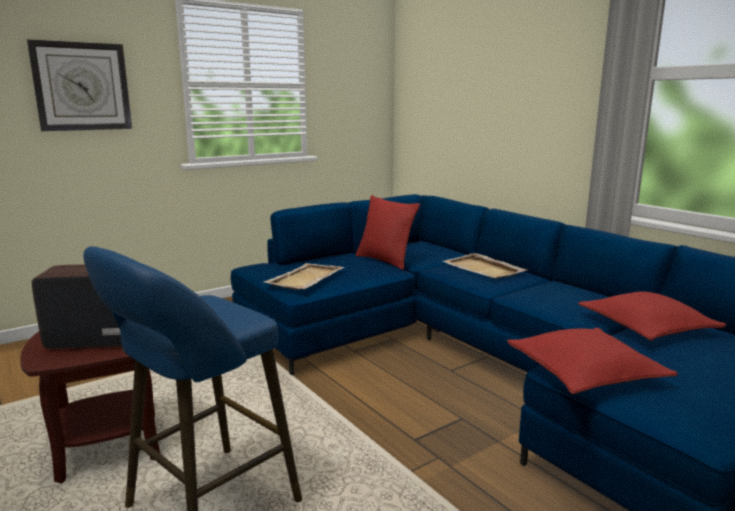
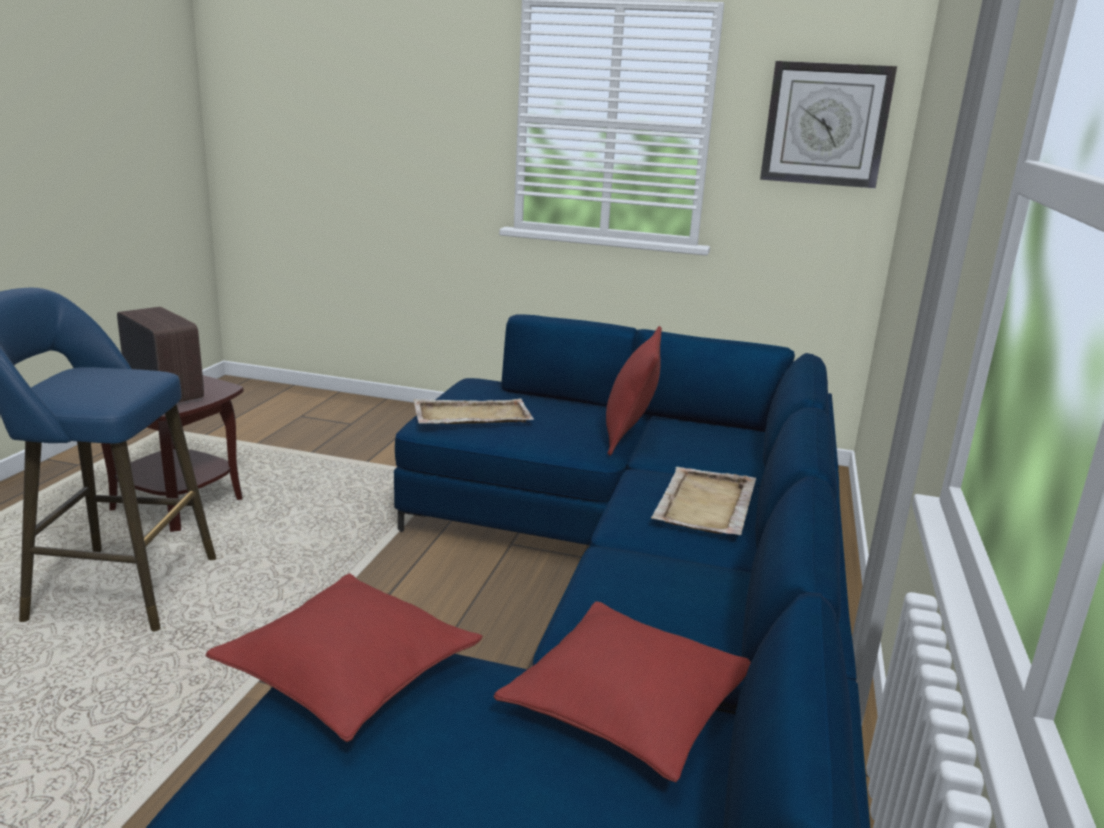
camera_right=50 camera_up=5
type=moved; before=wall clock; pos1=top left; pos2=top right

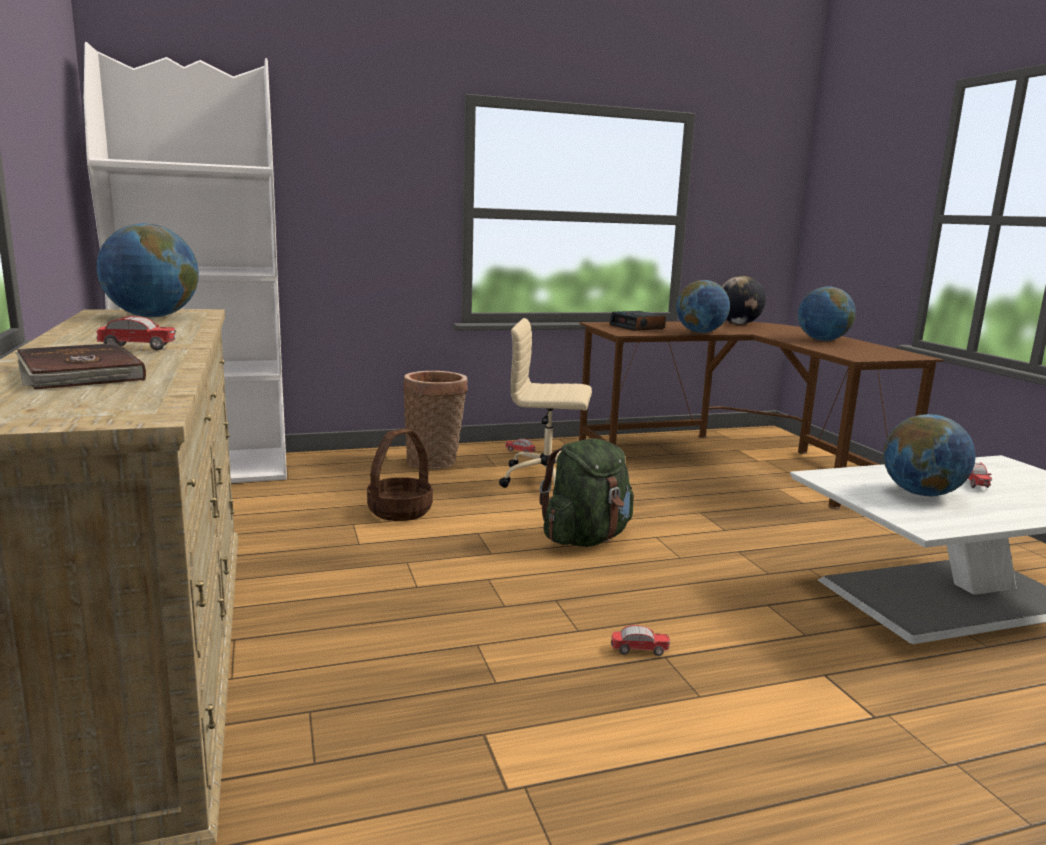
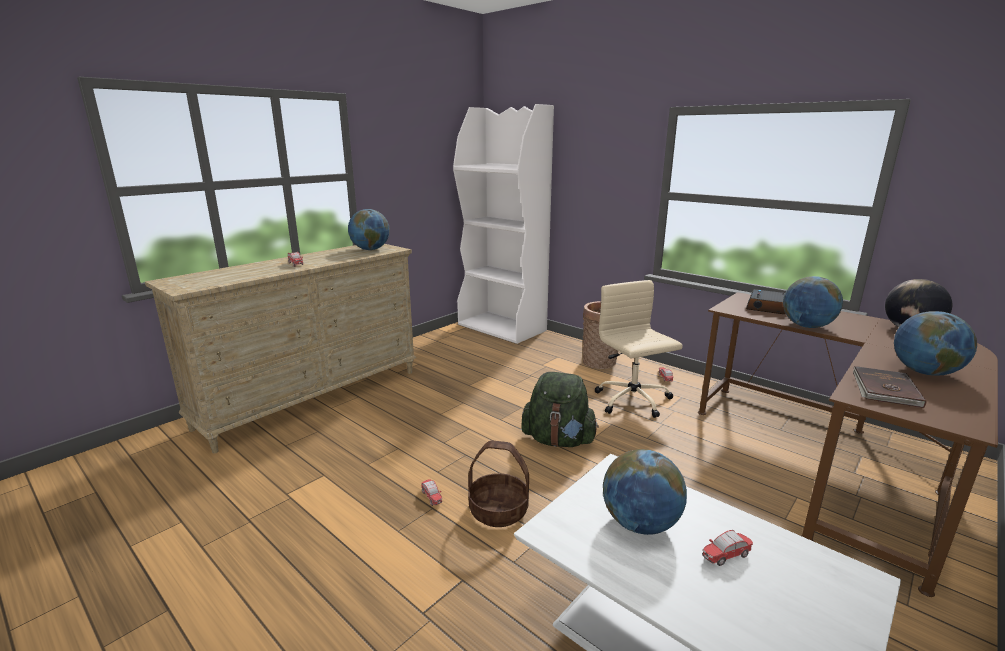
camera_right=60 camera_up=5
type=moved; before=brown book; pos1=middle left; pos2=middle right
type=moved; before=basket (1st from left); pos1=centre; pos2=bottom centre

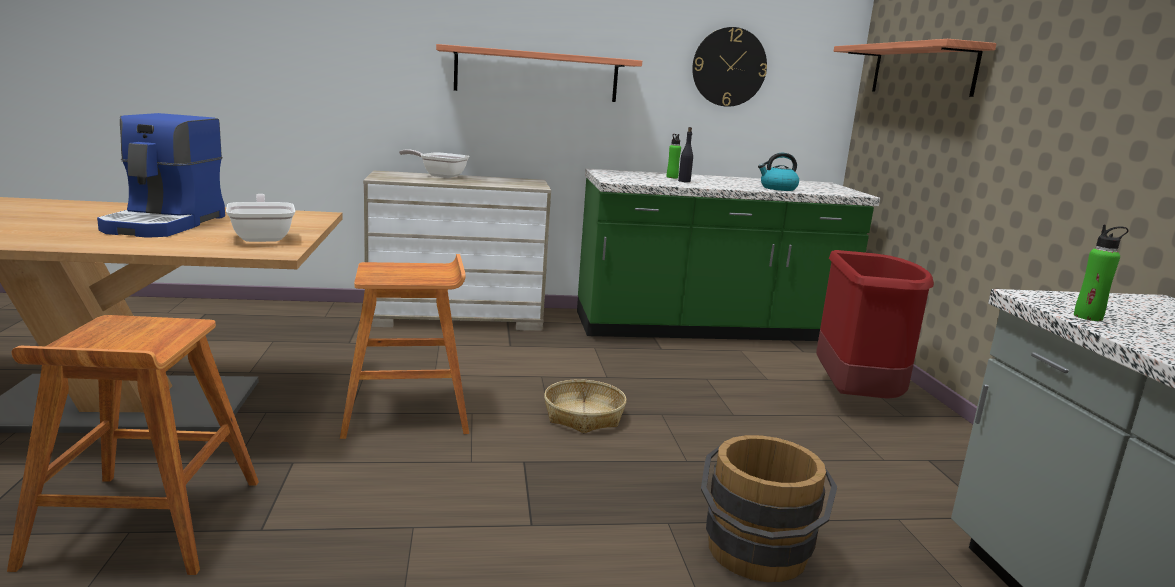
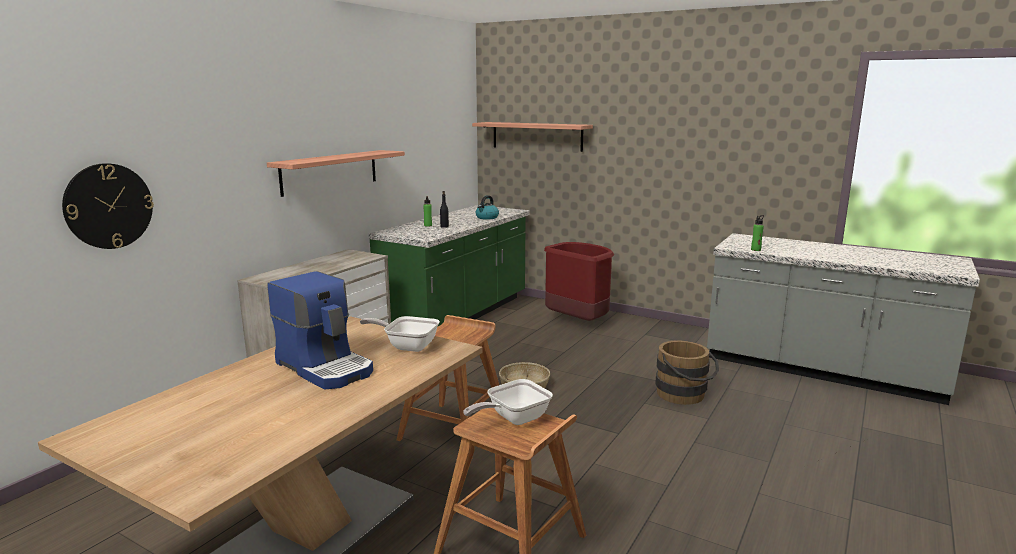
camera_right=-50 camera_up=0
type=moved; before=wall clock; pos1=top centre; pos2=middle left
type=moved; before=frying pan (2nd from left); pos1=top centre; pos2=bottom centre

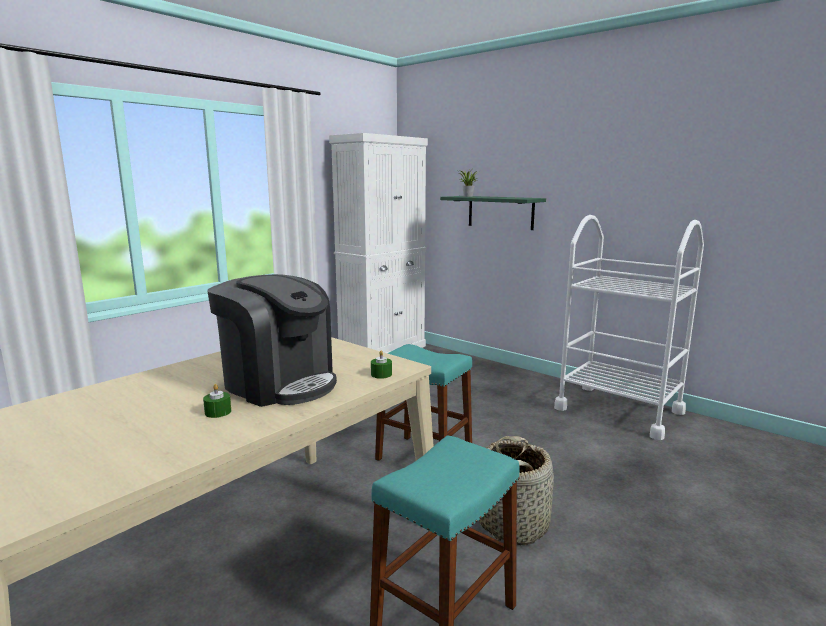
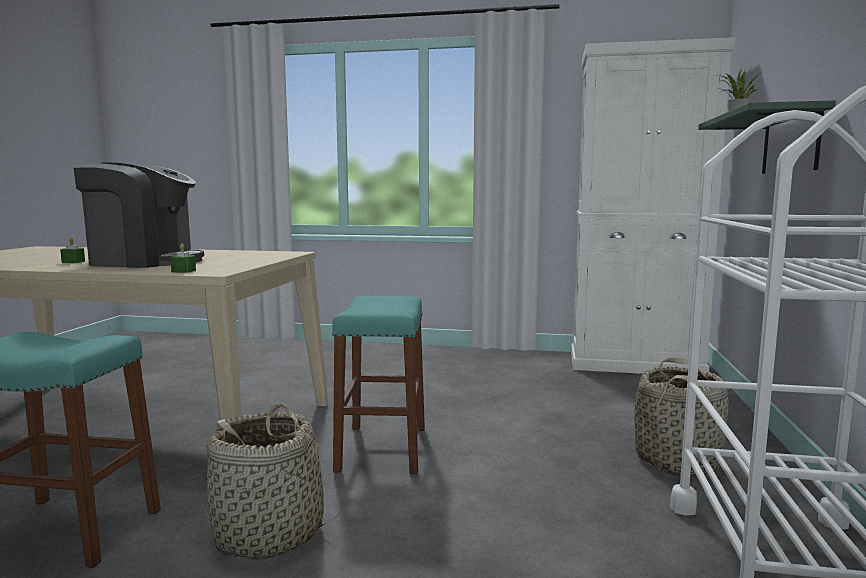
camera_right=60 camera_up=-5
type=turned; before=coffee machine; pos1=middle left; pos2=middle left; turn=-90
type=added; after=basket (2nd from left); pos2=bottom right

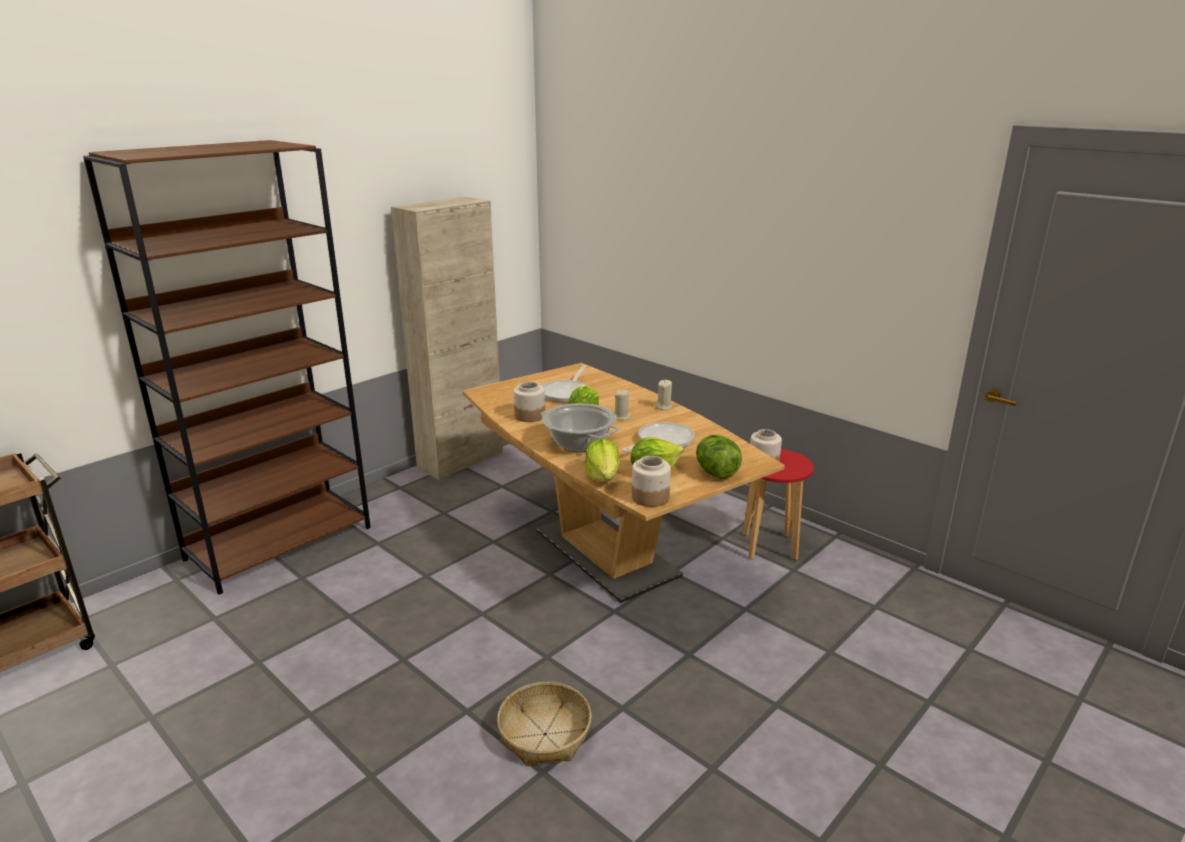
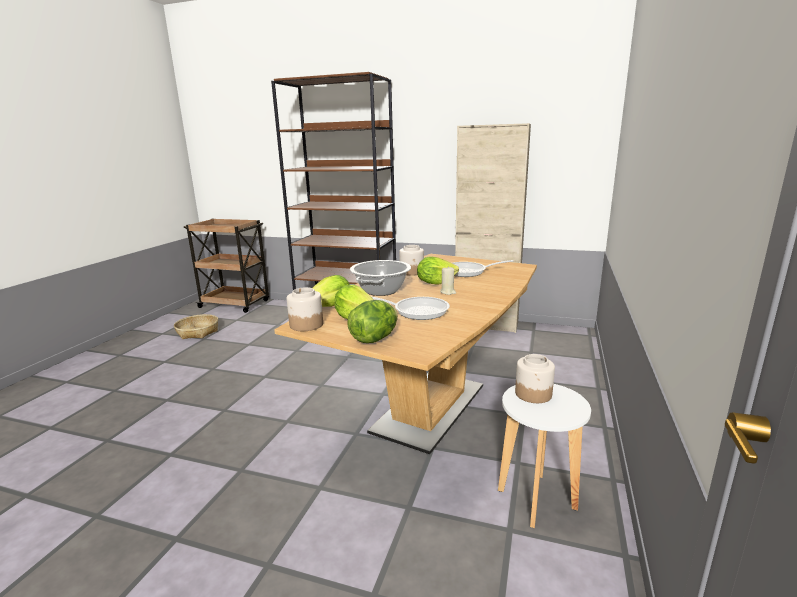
camera_right=65 camera_up=-5
type=removed; before=beige candle (2nd from left); pos1=centre
type=recoloured; before=red stool; after=white stool; pos1=centre; pos2=bottom right
type=moved; before=basket; pos1=bottom centre; pos2=middle left

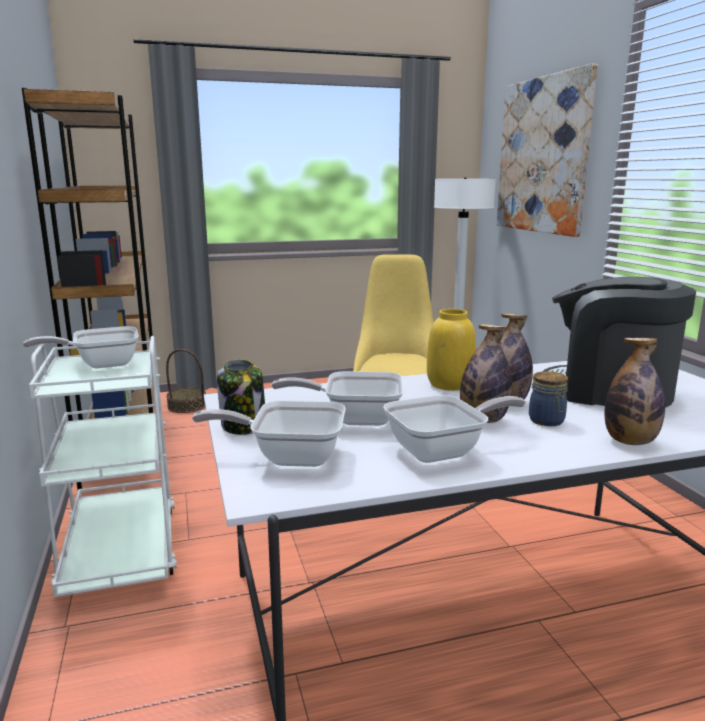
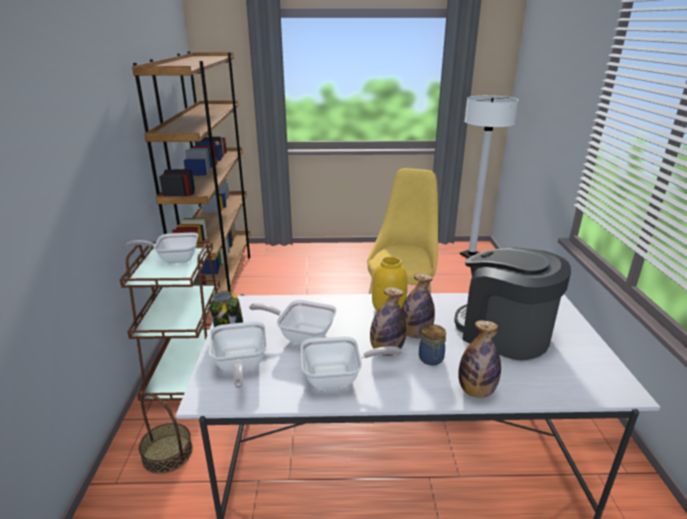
camera_right=15 camera_up=10
type=removed; before=picture; pos1=top right
type=recoloured; before=white cart; after=brown cart; pos1=middle left; pos2=middle left
type=moved; before=basket; pos1=middle left; pos2=bottom left
type=turned; before=frying pan (2nd from left); pos1=centre; pos2=bottom centre; turn=-120

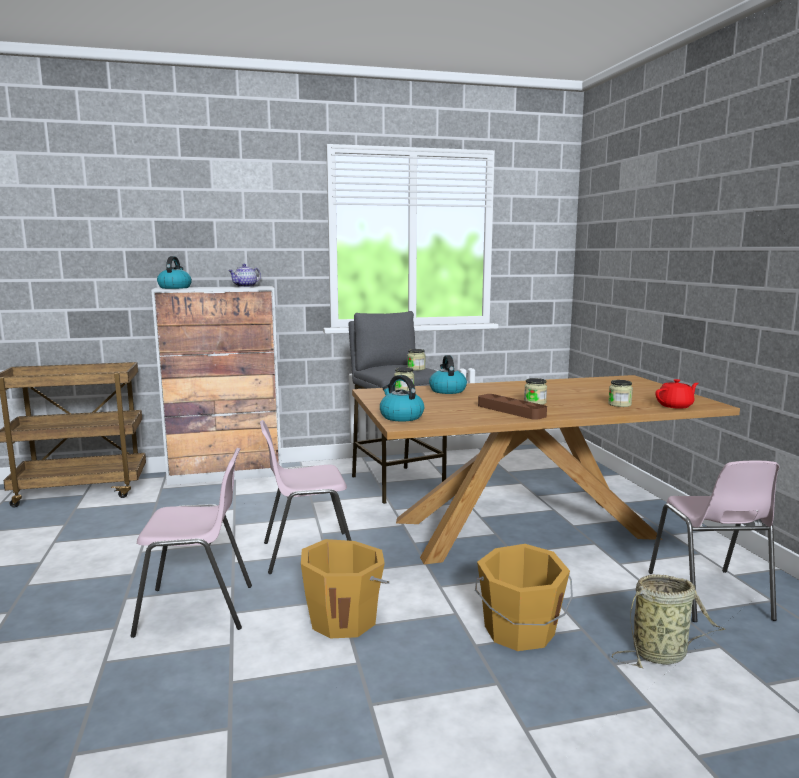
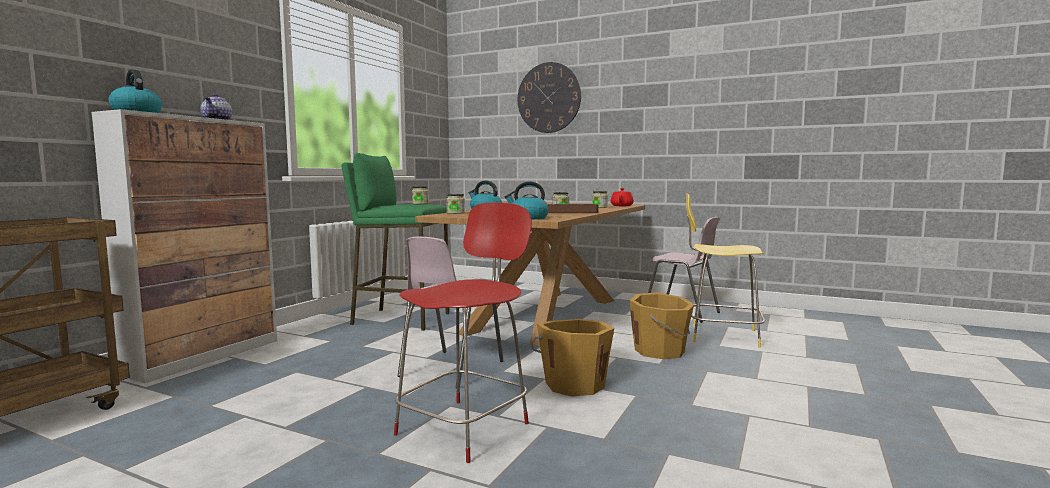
camera_right=-50 camera_up=-5
type=recoloured; before=grey stool; after=green stool; pos1=centre; pos2=centre
type=replaced; before=pink chair (1st from left); after=red stool; pos1=bottom left; pos2=bottom centre
type=replaced; before=basket; after=yellow stool; pos1=bottom right; pos2=middle right
type=added; after=wall clock; pos2=top centre

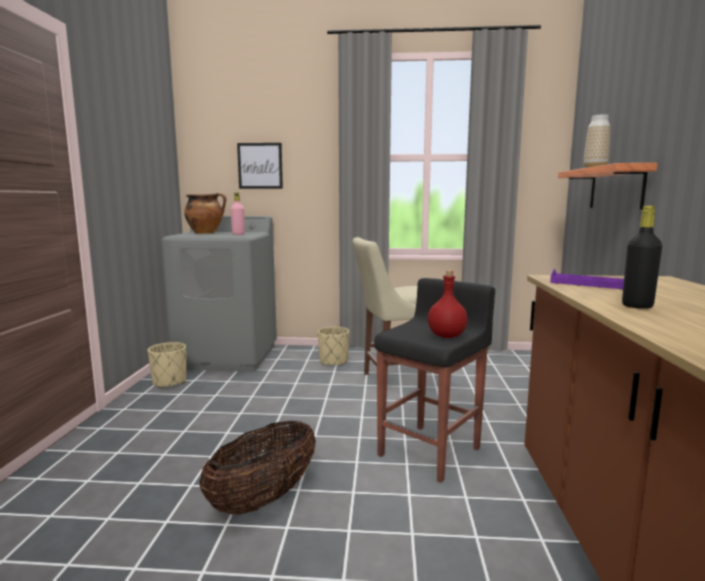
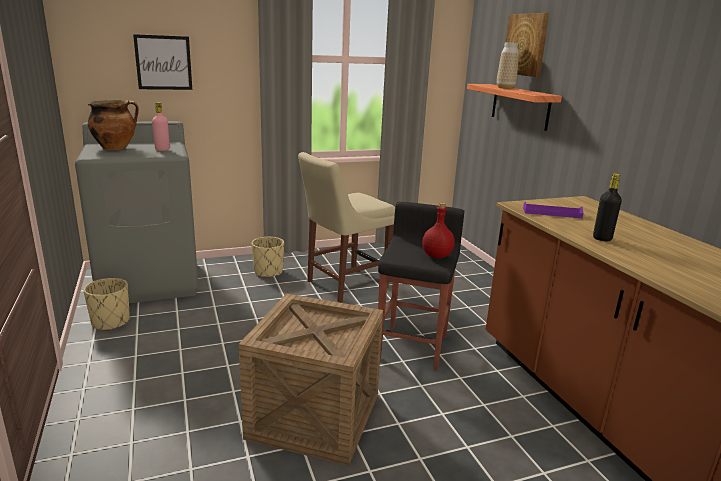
camera_right=-25 camera_up=10
type=replaced; before=basket; after=crate; pos1=bottom centre; pos2=bottom centre
type=added; after=picture (2nd from left); pos2=top right

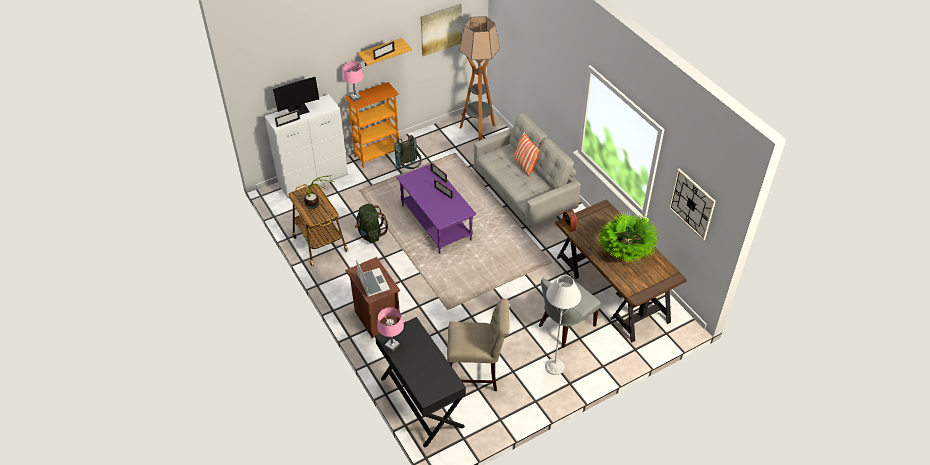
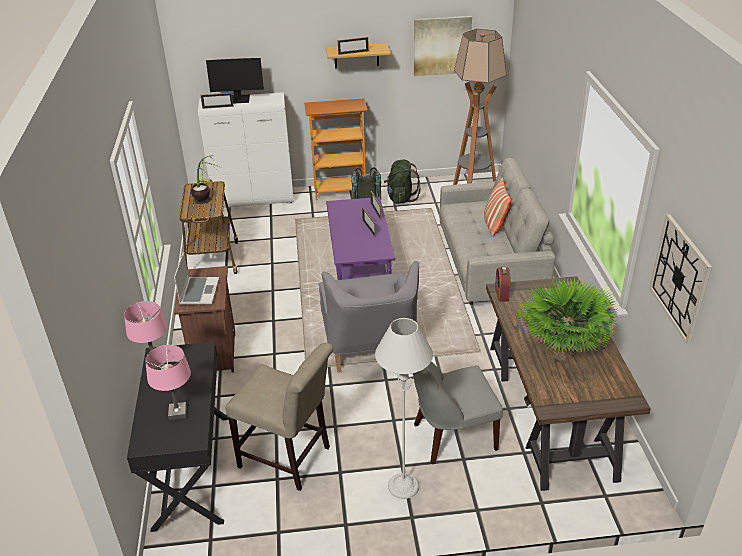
camera_right=25 camera_up=-10
type=moved; before=pink table lamp (1st from left in the first image); after=pink table lamp (2nd from left); pos1=top centre; pos2=bottom left
type=moved; before=green backpack; pos1=centre; pos2=top centre
type=added; after=grey armchair; pos2=centre

